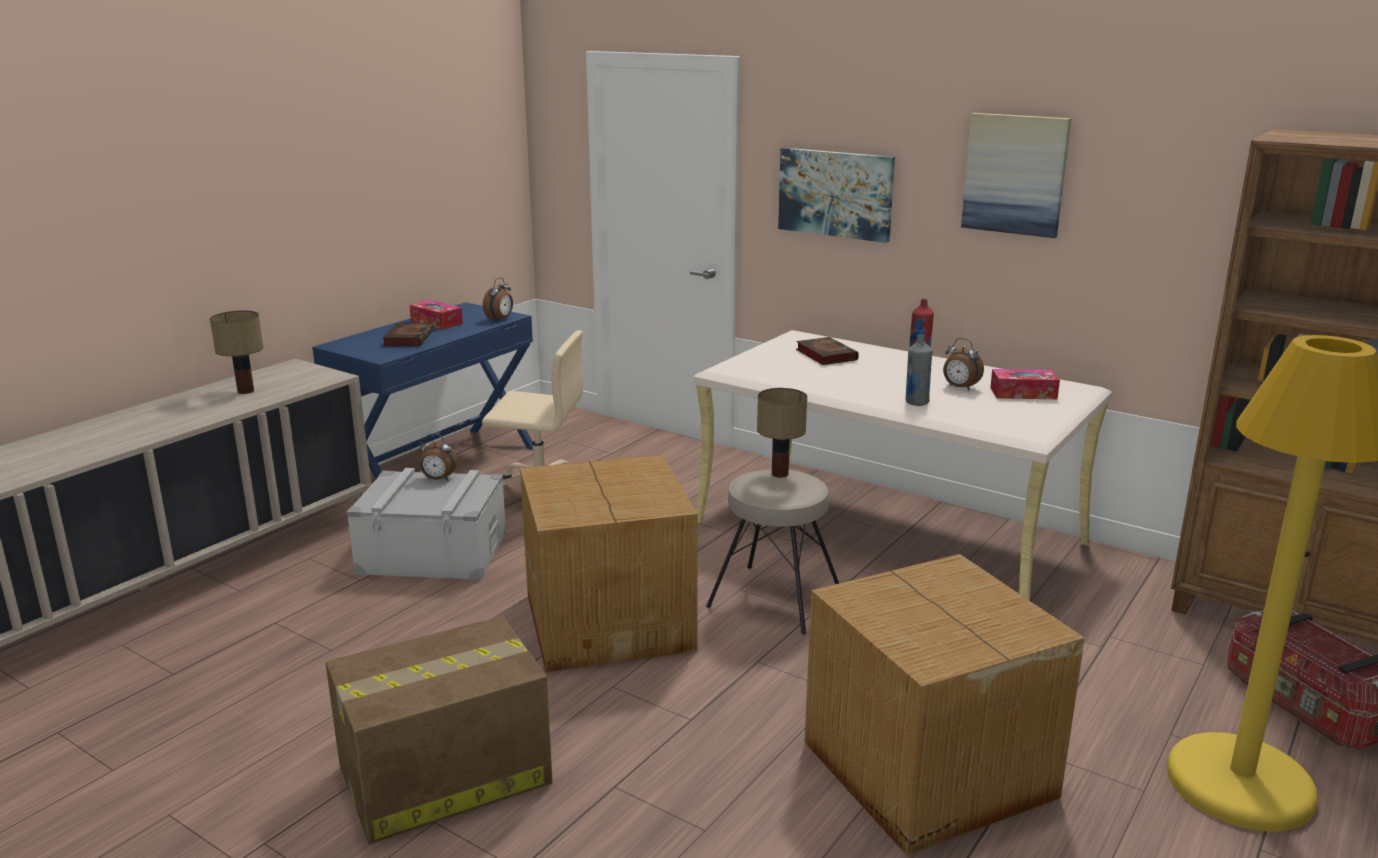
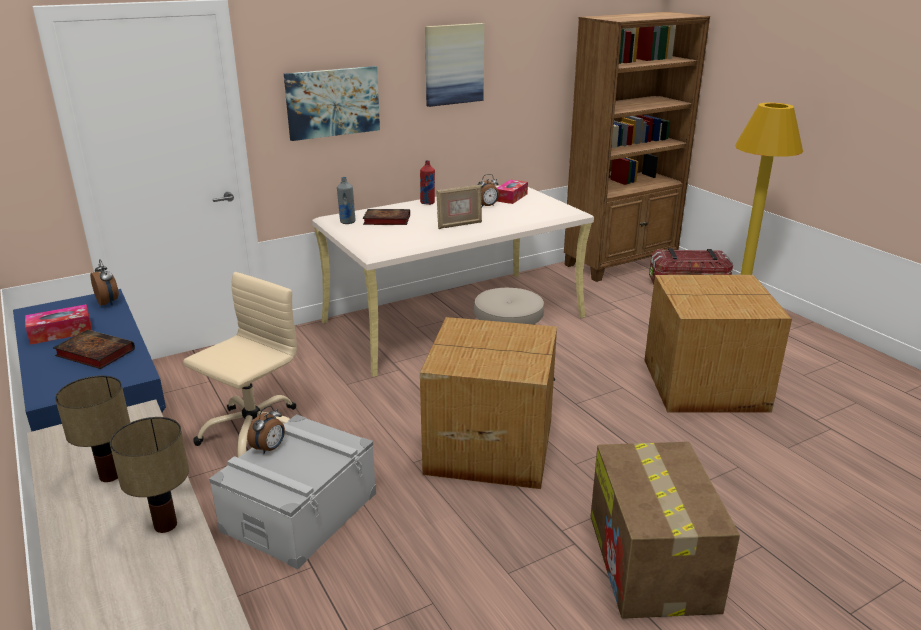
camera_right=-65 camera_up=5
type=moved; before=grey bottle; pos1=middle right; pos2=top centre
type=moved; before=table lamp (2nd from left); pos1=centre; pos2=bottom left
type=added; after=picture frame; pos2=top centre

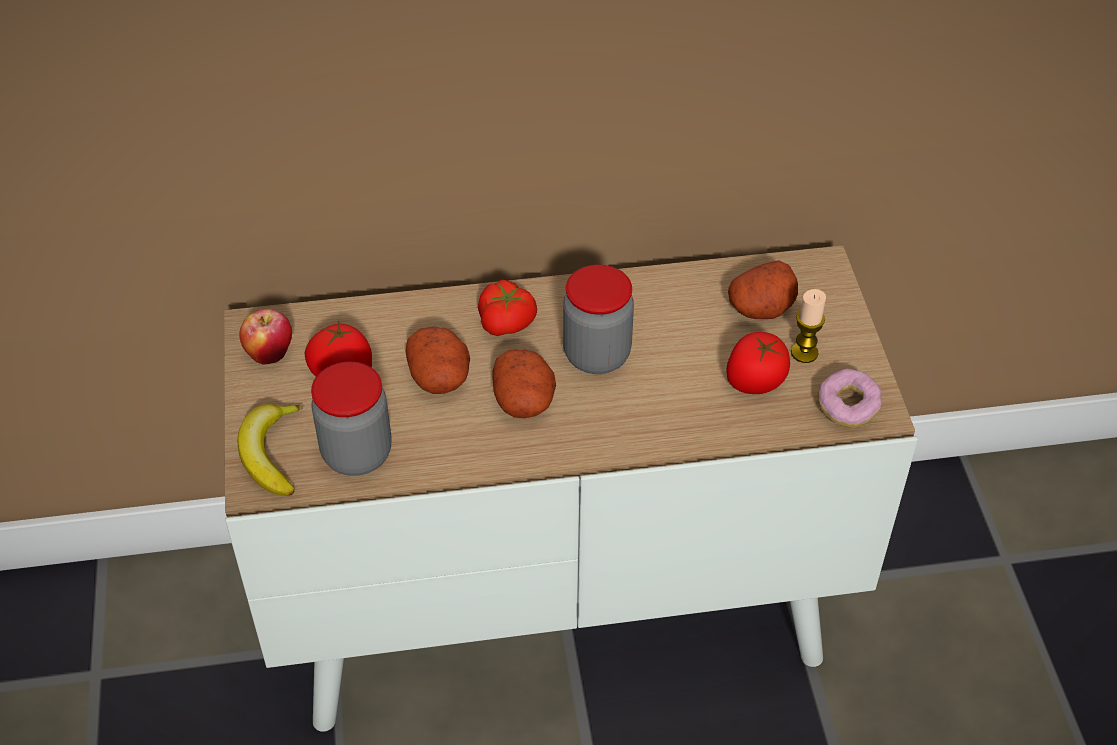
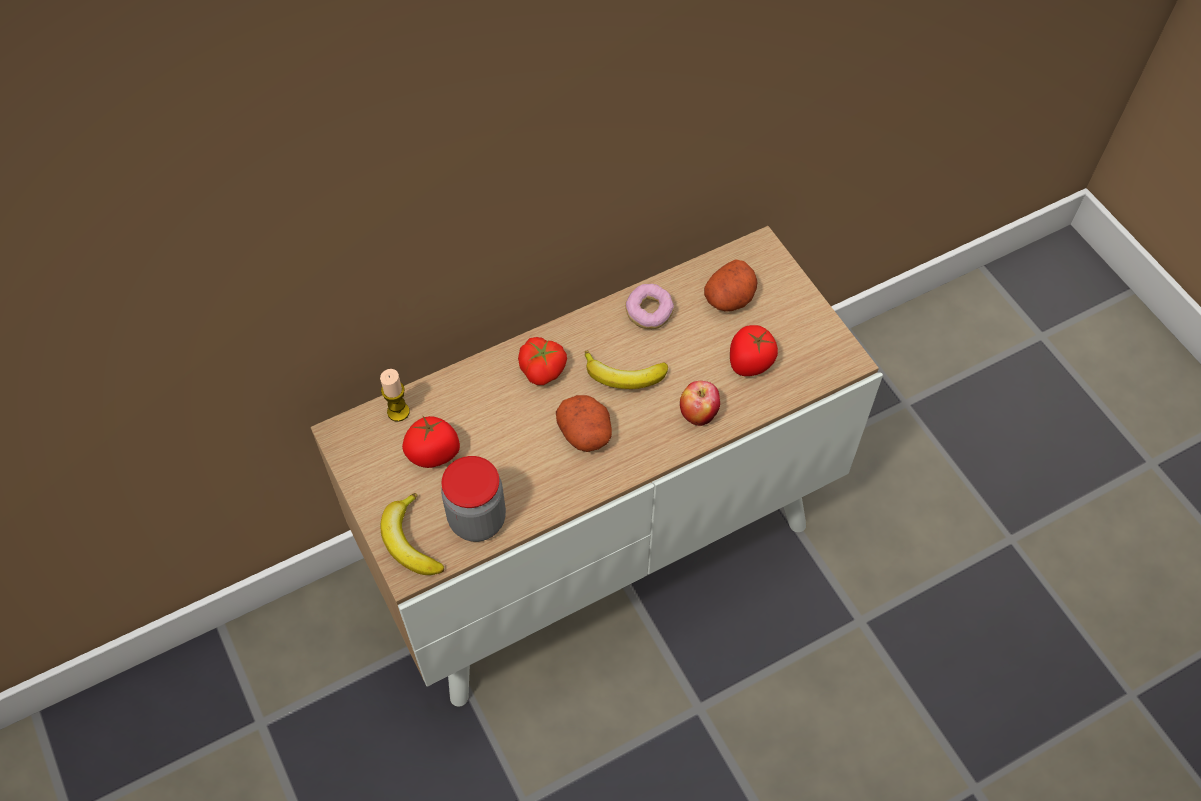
camera_right=-20 camera_up=10
type=replaced; before=jar (2nd from left); after=banana (2nd from left); pos1=centre; pos2=centre
type=moved; before=candle; pos1=middle right; pos2=middle left
type=moved; before=apple; pos1=middle left; pos2=centre
type=removed; before=potato (1st from left); pos1=centre
type=moved; before=donut; pos1=middle right; pos2=centre

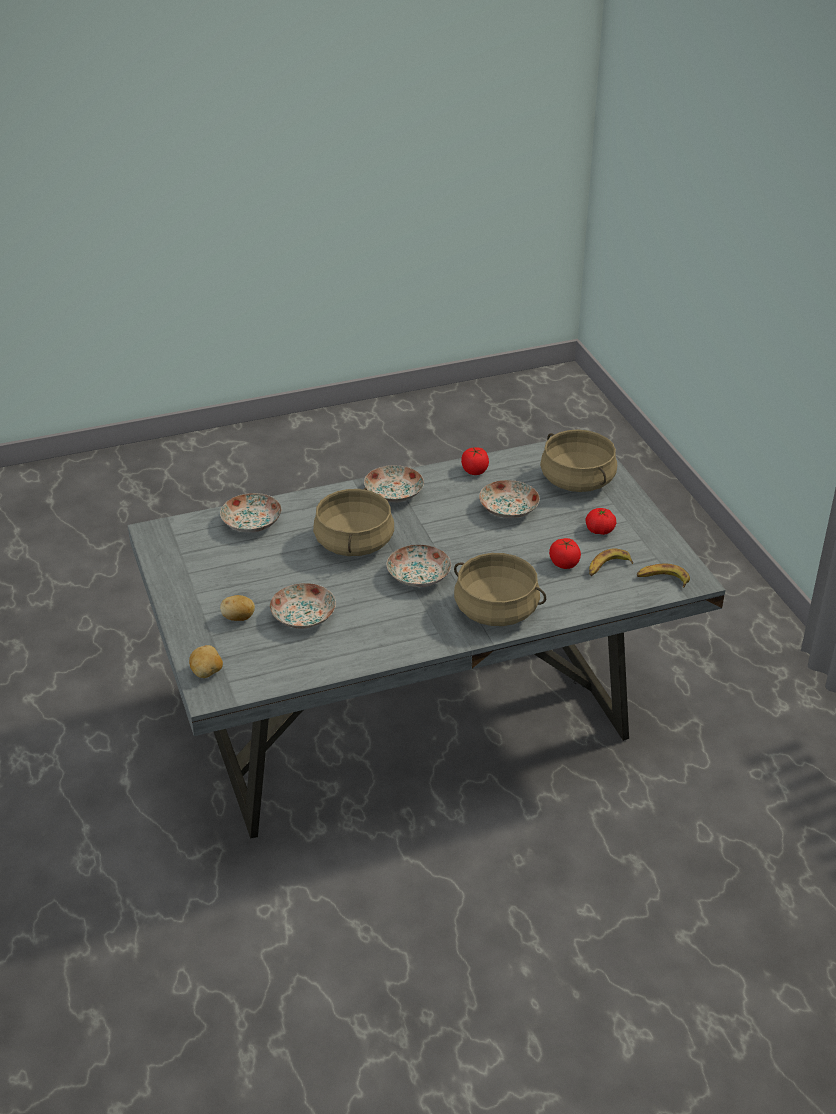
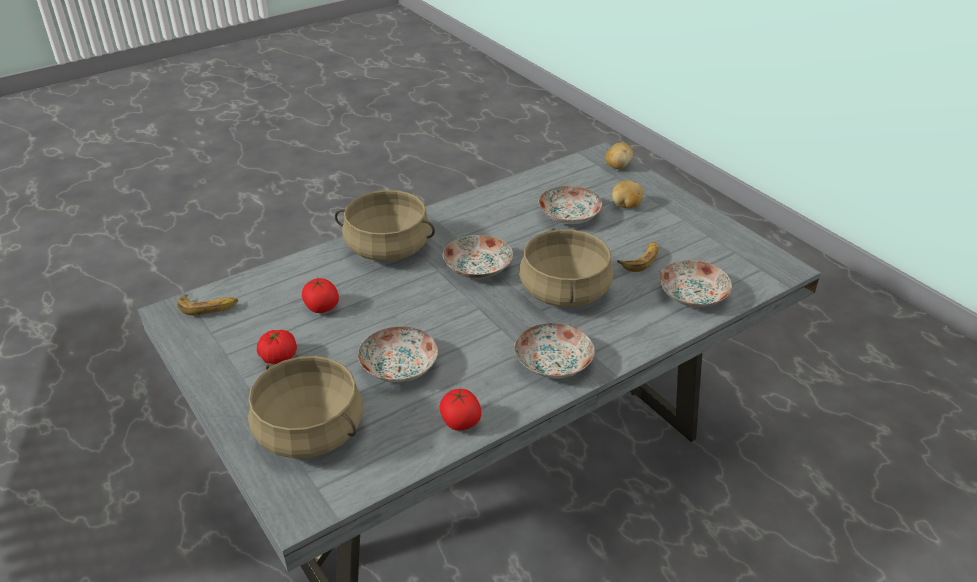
camera_right=165 camera_up=0
type=moved; before=banana (1st from left in the first image); after=banana (2nd from left); pos1=middle right; pos2=centre

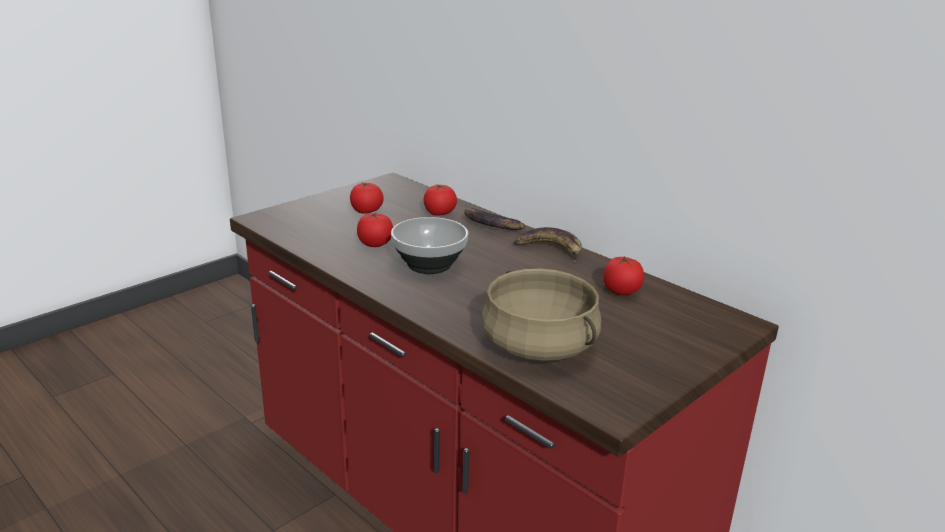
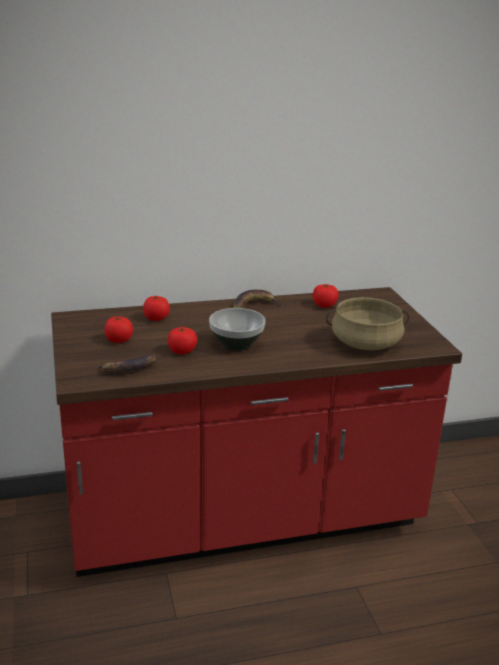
camera_right=-60 camera_up=0
type=moved; before=banana (1st from left); pos1=centre; pos2=middle left

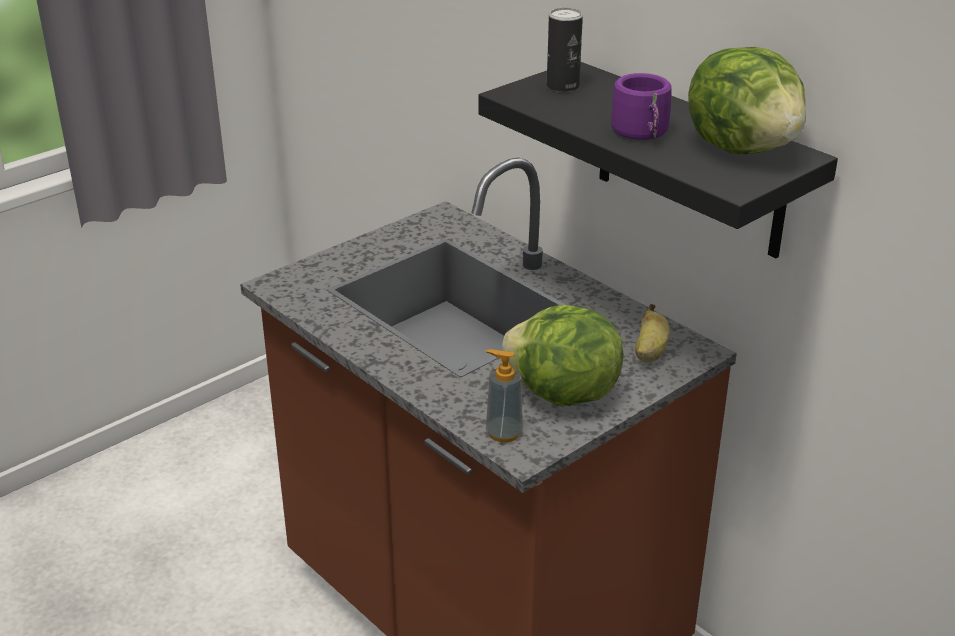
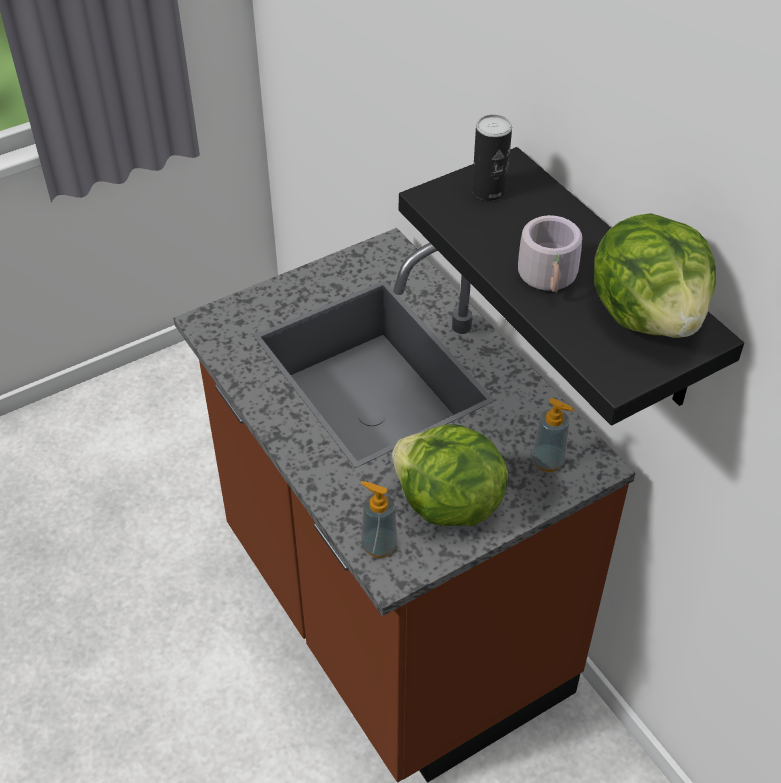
camera_right=10 camera_up=15
type=recoloured; before=purple mug; after=grey mug; pos1=top right; pos2=top right
type=replaced; before=banana; after=soap dispenser (2nd from left); pos1=middle right; pos2=middle right

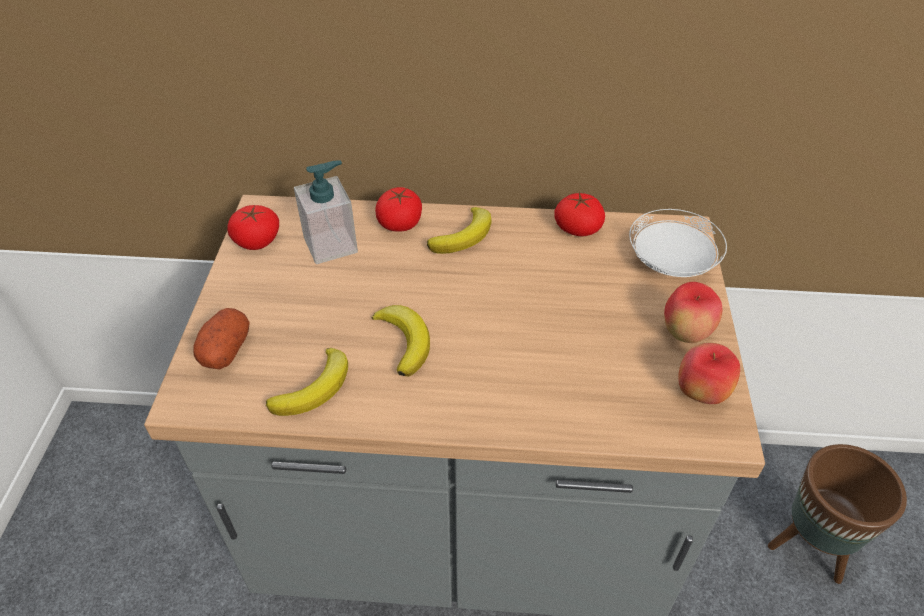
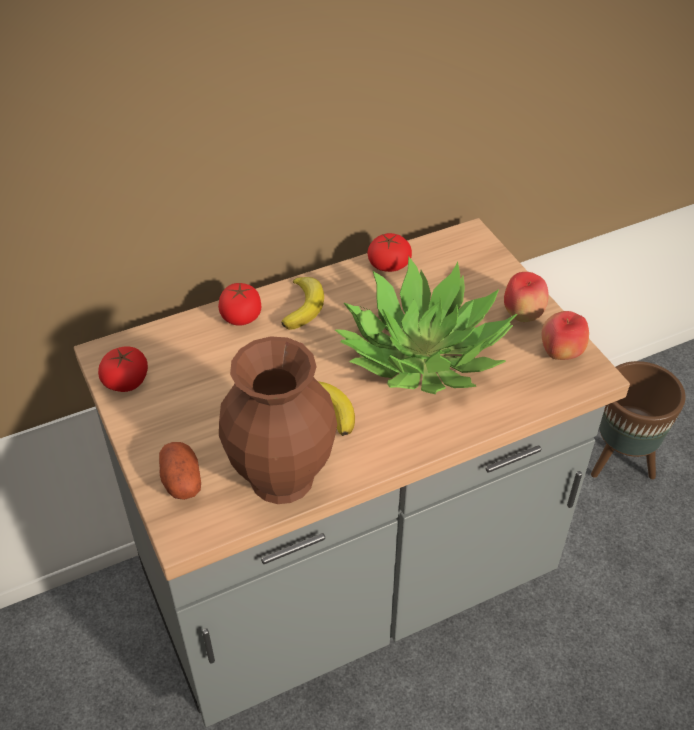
camera_right=-30 camera_up=0
type=removed; before=soap dispenser; pos1=centre
type=removed; before=white plate; pos1=middle right
type=replaced; before=banana (1st from left); after=brown vase; pos1=middle left; pos2=centre
type=added; after=potted plant; pos2=centre

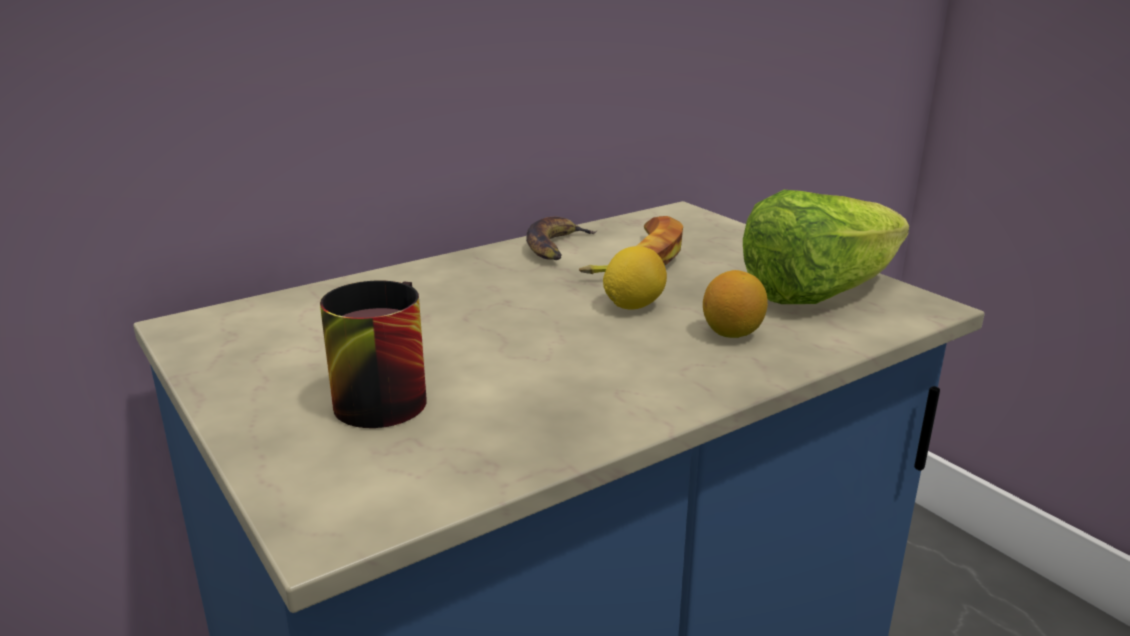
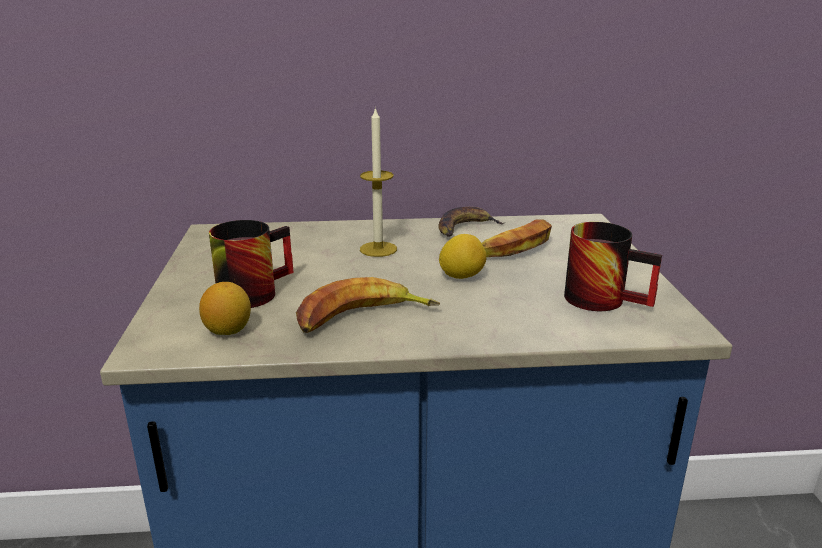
camera_right=30 camera_up=0
type=replaced; before=lettuce; after=mug (2nd from left); pos1=middle right; pos2=middle right
type=moved; before=lemon (2nd from left in the first image); after=lemon (1st from left); pos1=centre; pos2=middle left
type=added; after=candle; pos2=top centre
type=added; after=banana (1st from left); pos2=centre

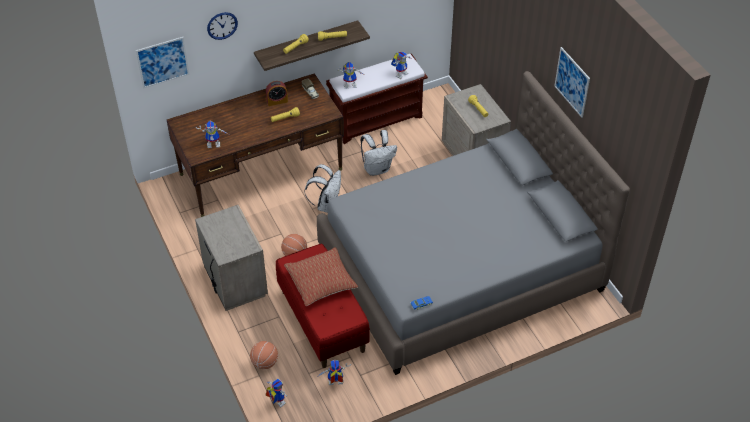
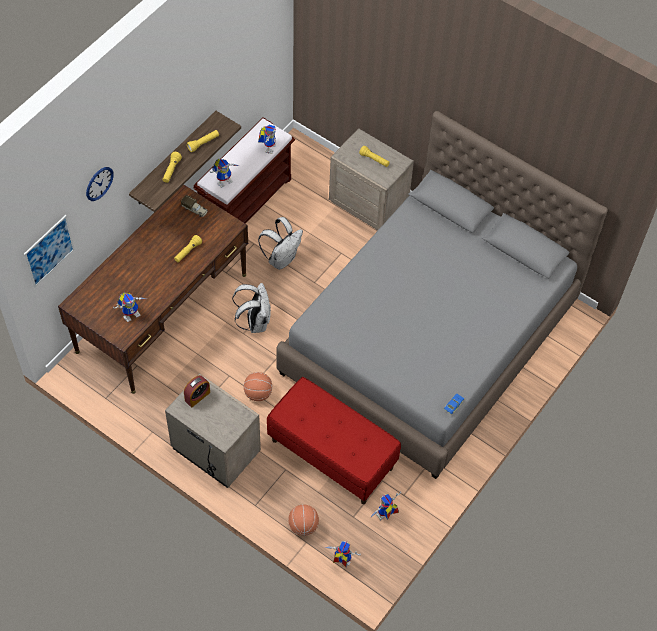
camera_right=-30 camera_up=10
type=removed; before=picture (2nd from left); pos1=top right
type=moved; before=alarm clock; pos1=top centre; pos2=middle left
type=removed; before=pillow; pos1=centre

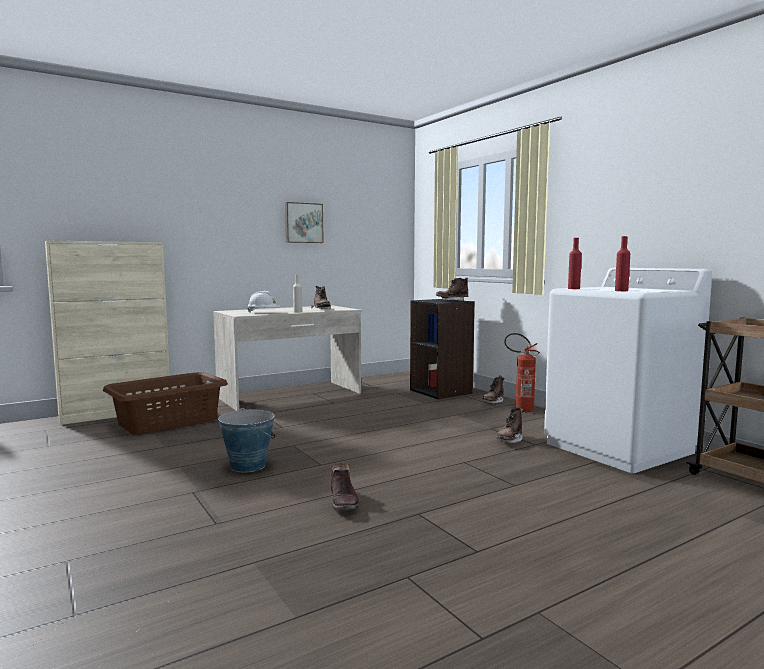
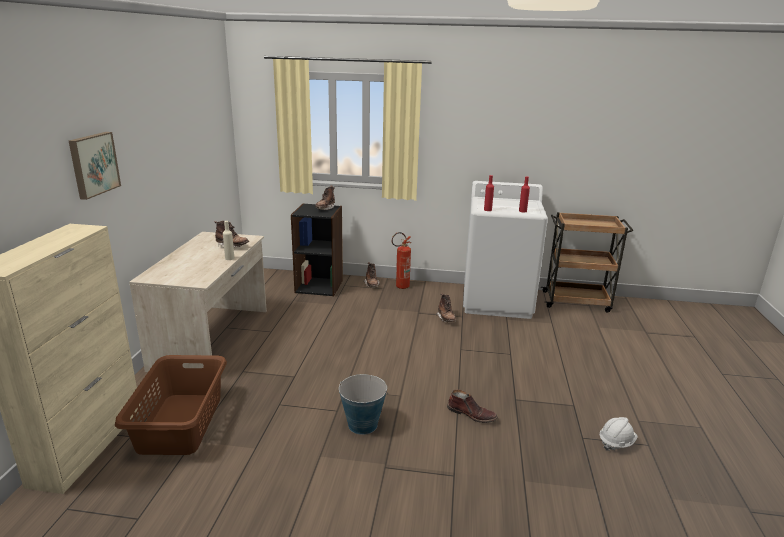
camera_right=-50 camera_up=15
type=moved; before=picture; pos1=top centre; pos2=top left
type=moved; before=white hard hat; pos1=centre; pos2=bottom right

